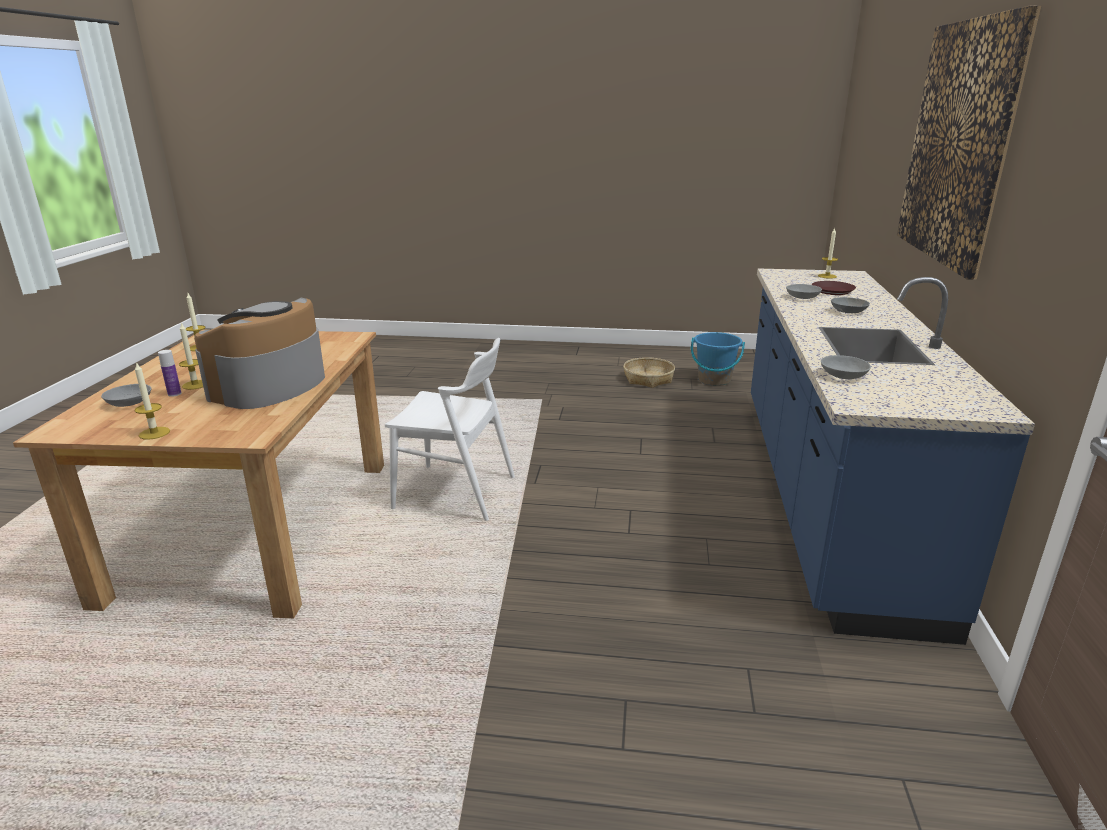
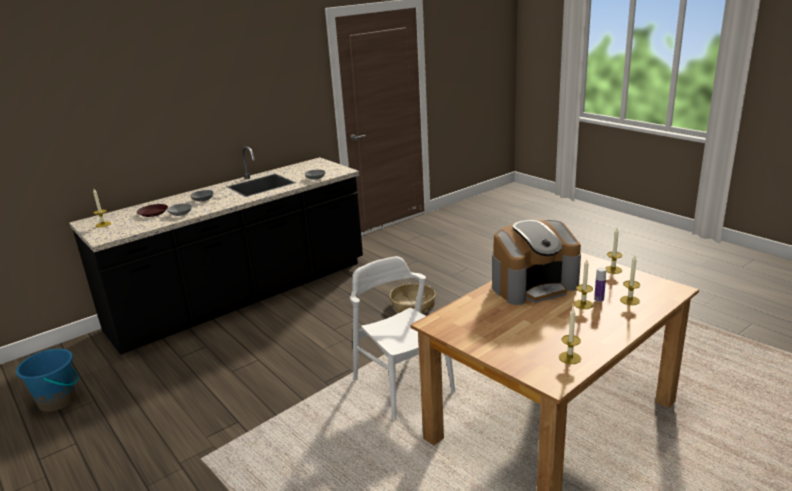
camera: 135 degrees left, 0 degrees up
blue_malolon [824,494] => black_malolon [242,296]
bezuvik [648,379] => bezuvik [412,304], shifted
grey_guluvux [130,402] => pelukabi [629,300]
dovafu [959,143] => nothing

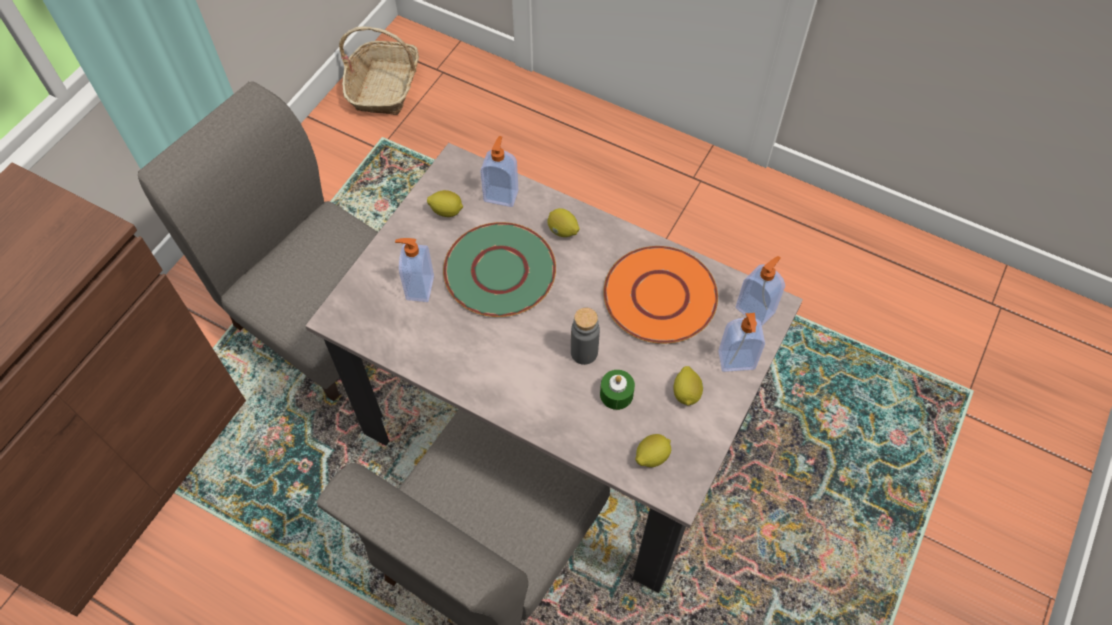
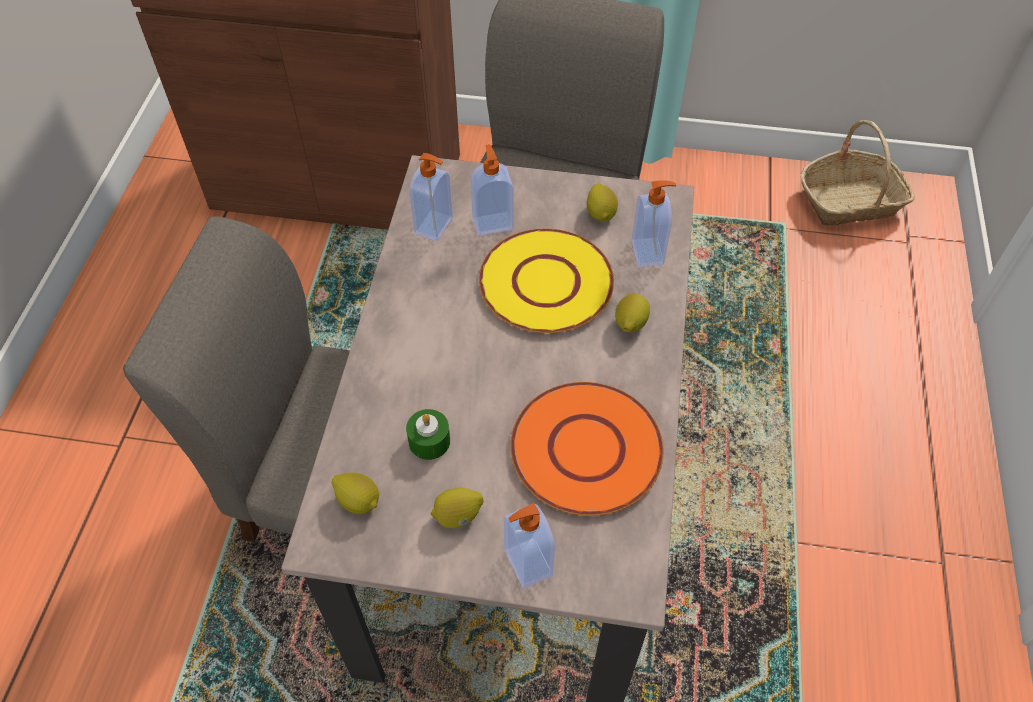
camera: 70 degrees right, 5 degrees down
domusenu [755,310] => domusenu [435,226], shifted
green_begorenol [500,271] => yellow_begorenol [545,283]
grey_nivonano [584,352] => nothing

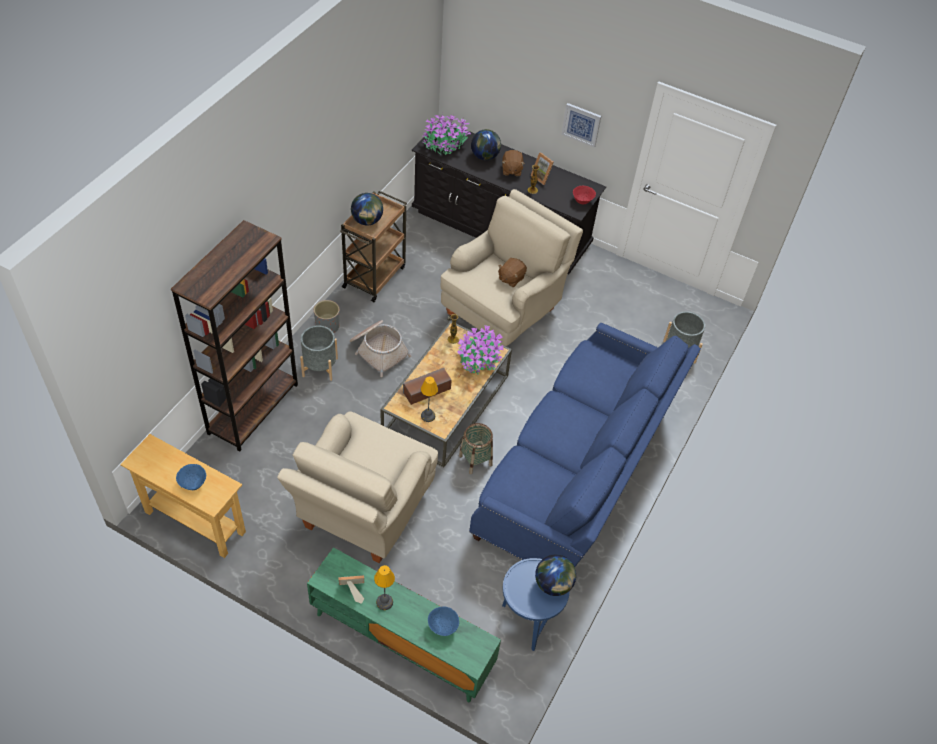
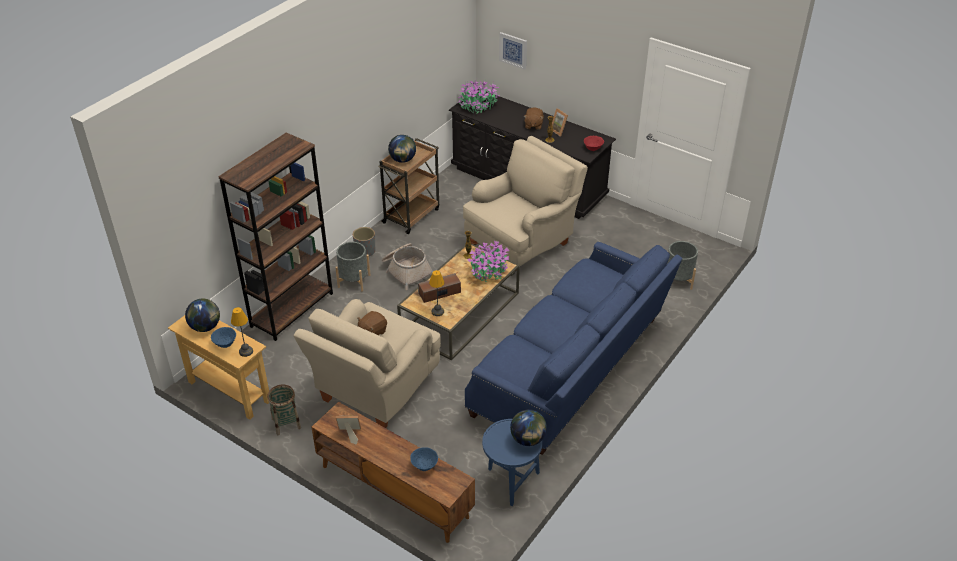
camera: 10 degrees right, 10 degrees down
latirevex [485,156] => latirevex [205,327], shifted
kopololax [385,602] => kopololax [246,351], shifted
bezuvik [475,460] => bezuvik [286,423], shifted
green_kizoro [401,641] => brown_kizoro [393,491]
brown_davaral [511,278] => brown_davaral [372,332], shifted
dovafu [581,124] => dovafu [513,50], shifted

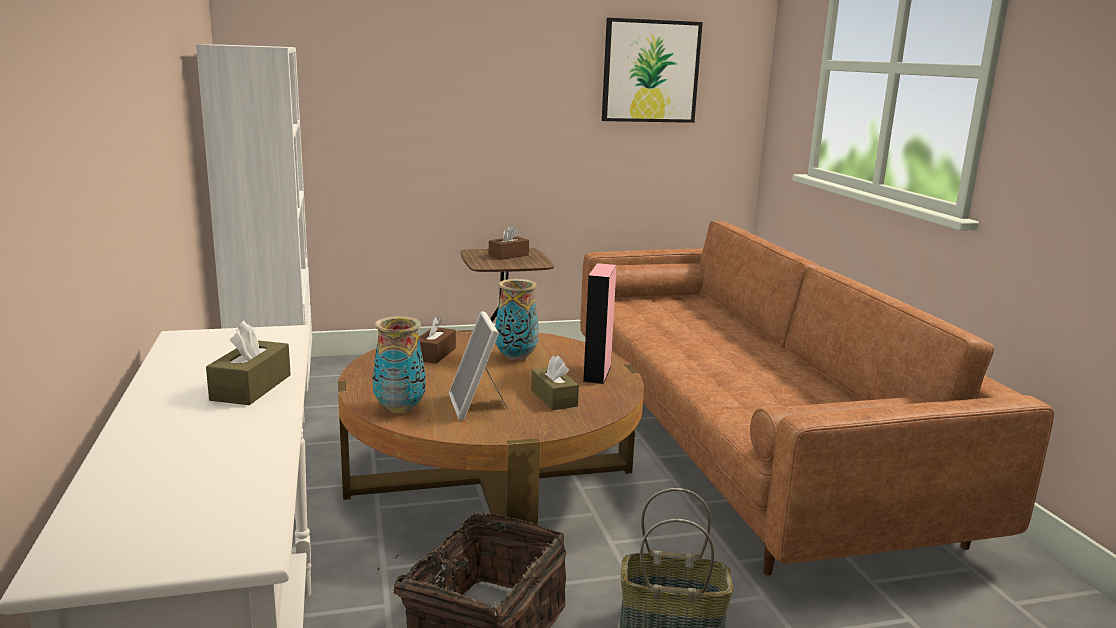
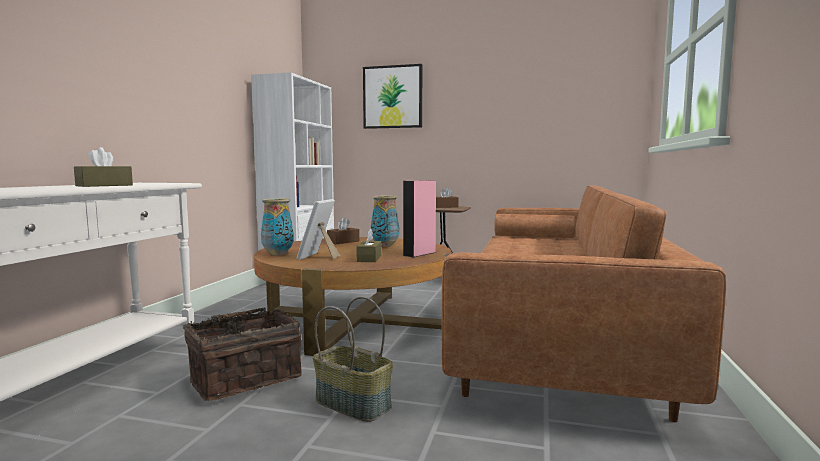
camera: 30 degrees right, 10 degrees down
dovafu [650,71] => dovafu [393,97], shifted

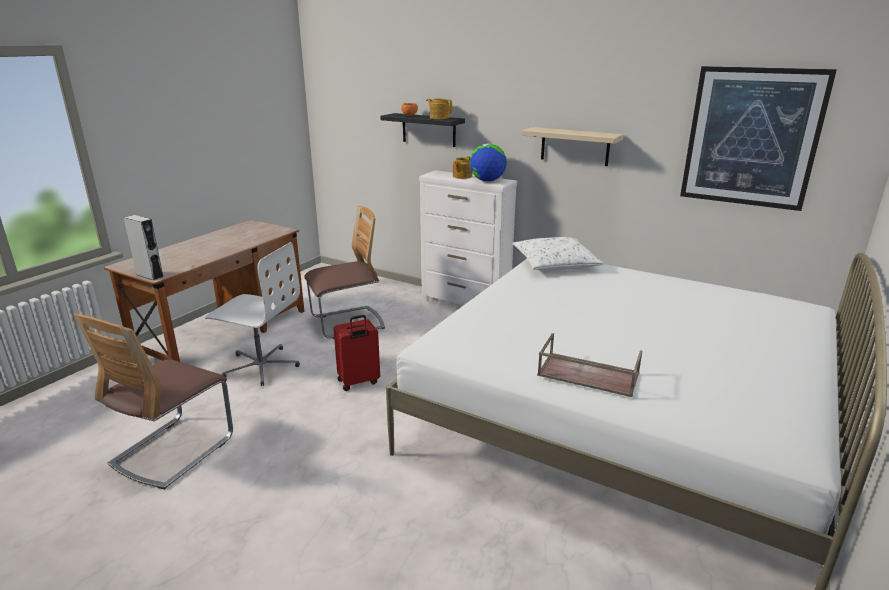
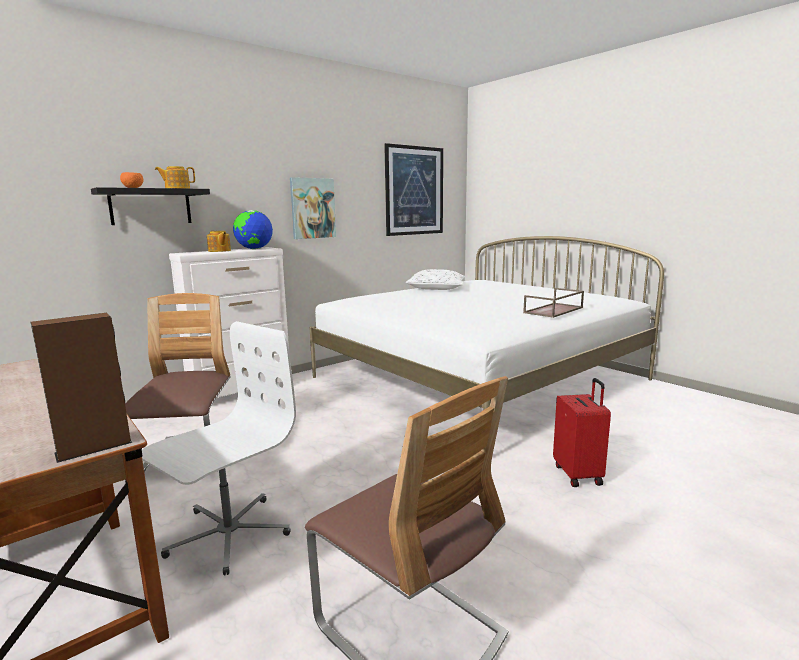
camera: 70 degrees left, 10 degrees down
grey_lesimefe [149,275] => brown_lesimefe [94,447]
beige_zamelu [575,146] => dovafu [312,208]
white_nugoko [555,263] => white_nugoko [436,288], shifted
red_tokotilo [358,382] => red_tokotilo [579,474], shifted

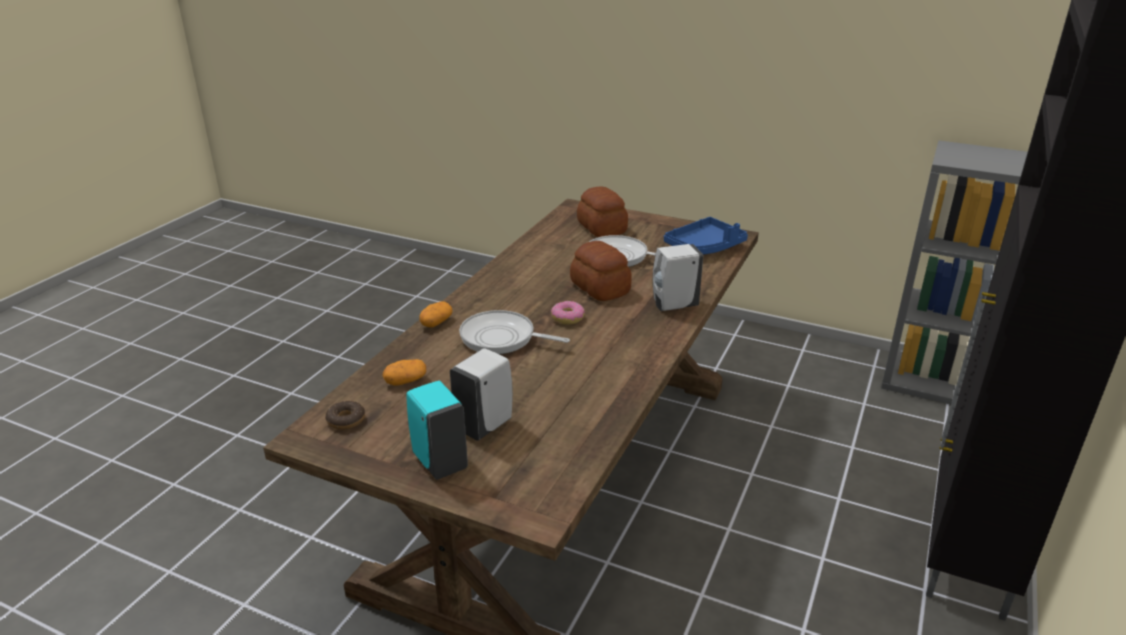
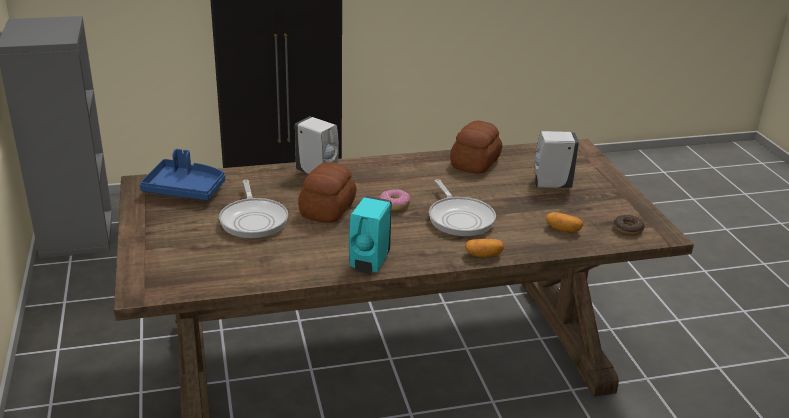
camera: 130 degrees left, 0 degrees up
turquoise_domusenu [439,461] => turquoise_domusenu [369,263], shifted
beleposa [602,227] => beleposa [474,163], shifted

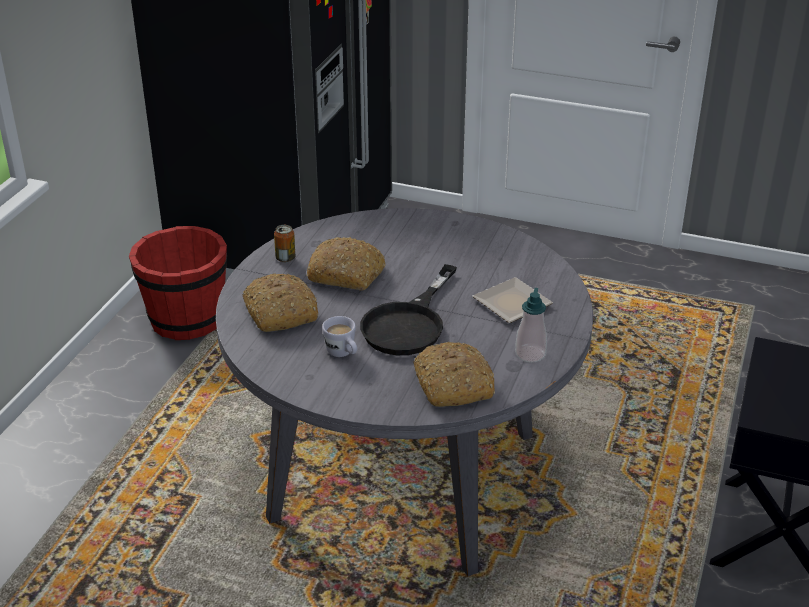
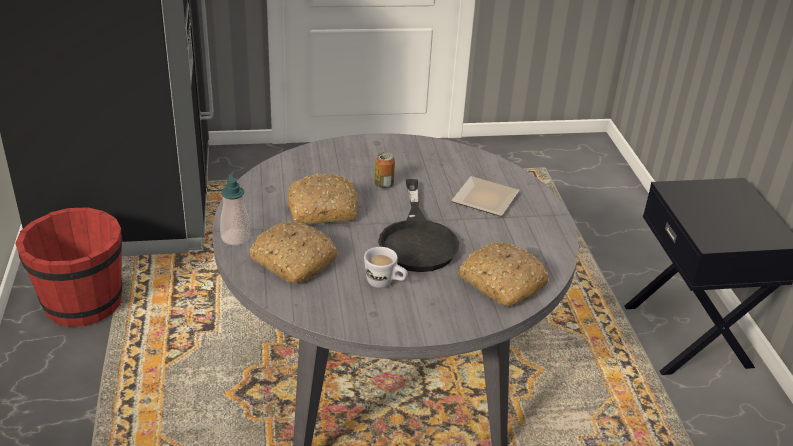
camera: 30 degrees left, 0 degrees up
domusenu [530,354] => domusenu [235,238], shifted
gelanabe [285,258] => gelanabe [384,184], shifted

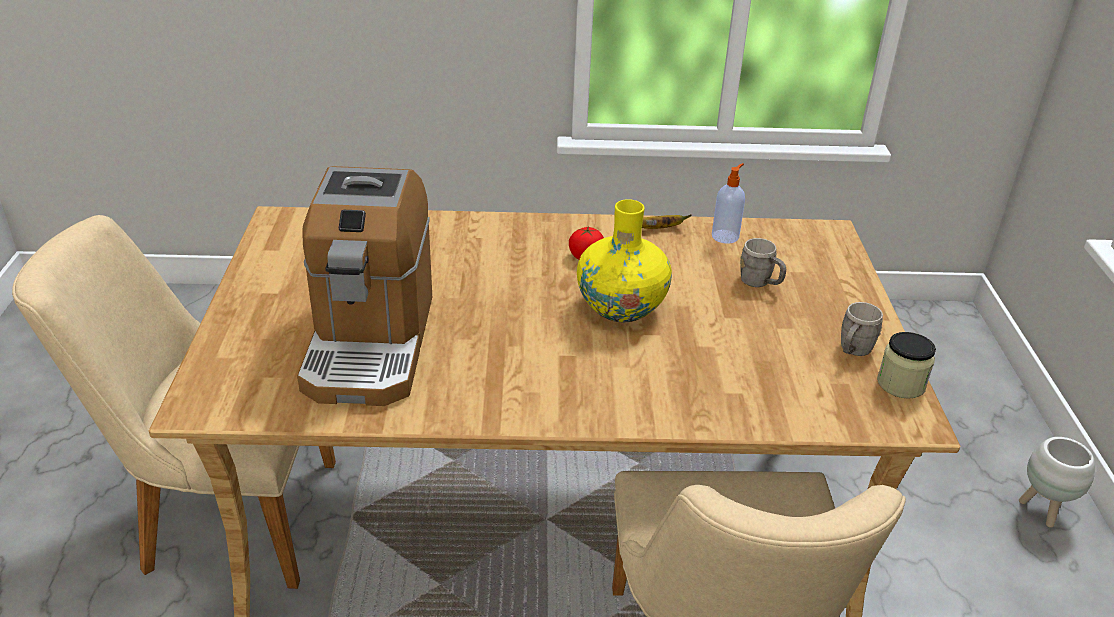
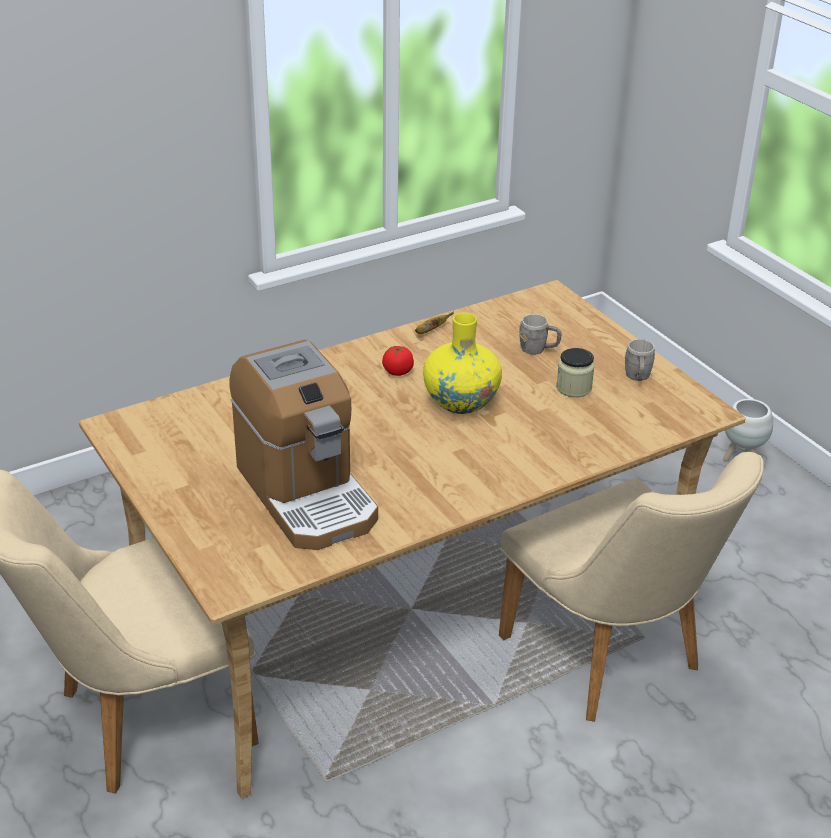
camera: 30 degrees left, 0 degrees up
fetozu [901,384] => fetozu [574,388], shifted
domusenu [725,236] => nothing

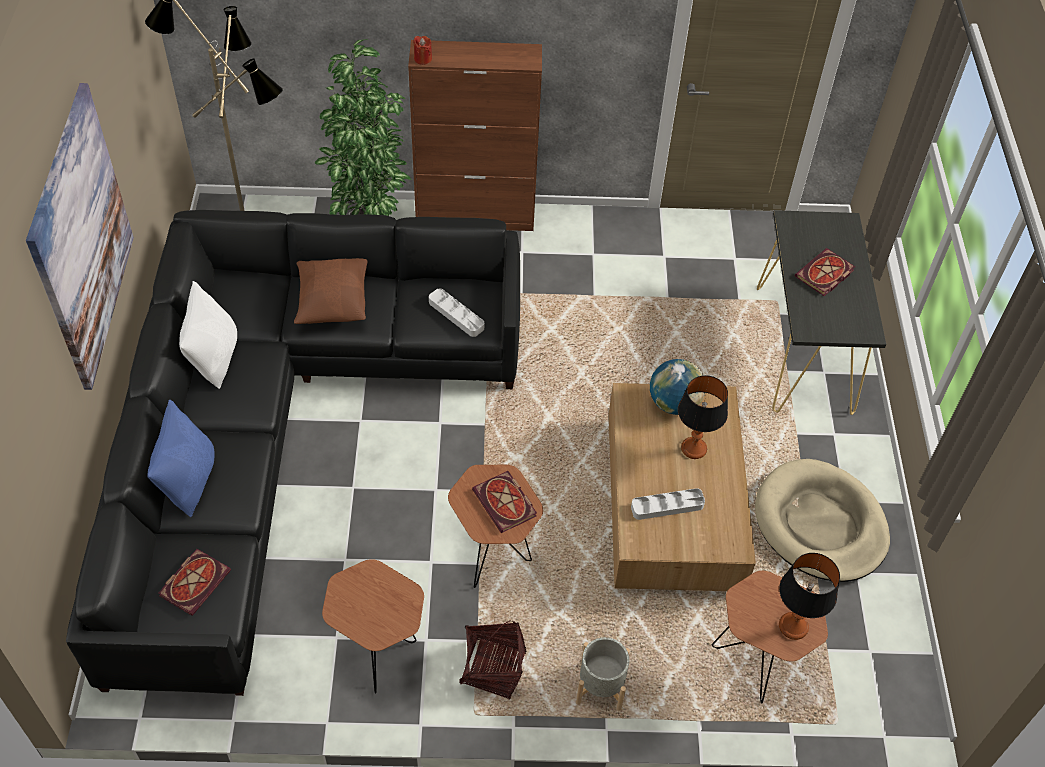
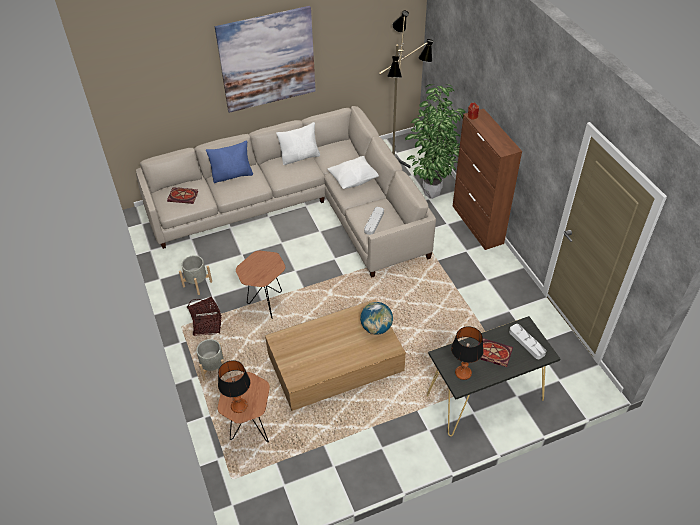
camera: 70 degrees right, 5 degrees down
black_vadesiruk [280,427] => beige_vadesiruk [301,207]
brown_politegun [380,657] => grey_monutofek [197,284]
brown_nugoko [333,303] => white_nugoko [353,180]
kopololax [694,448] => kopololax [463,373], shifted
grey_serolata [667,506] => grey_serolata [526,343], shifted
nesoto [506,504] => nothing
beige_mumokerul [820,524] => nothing

